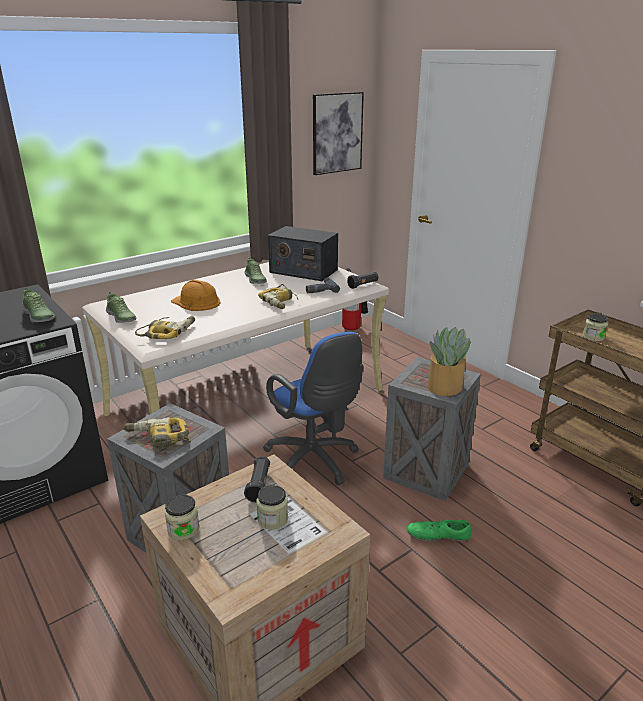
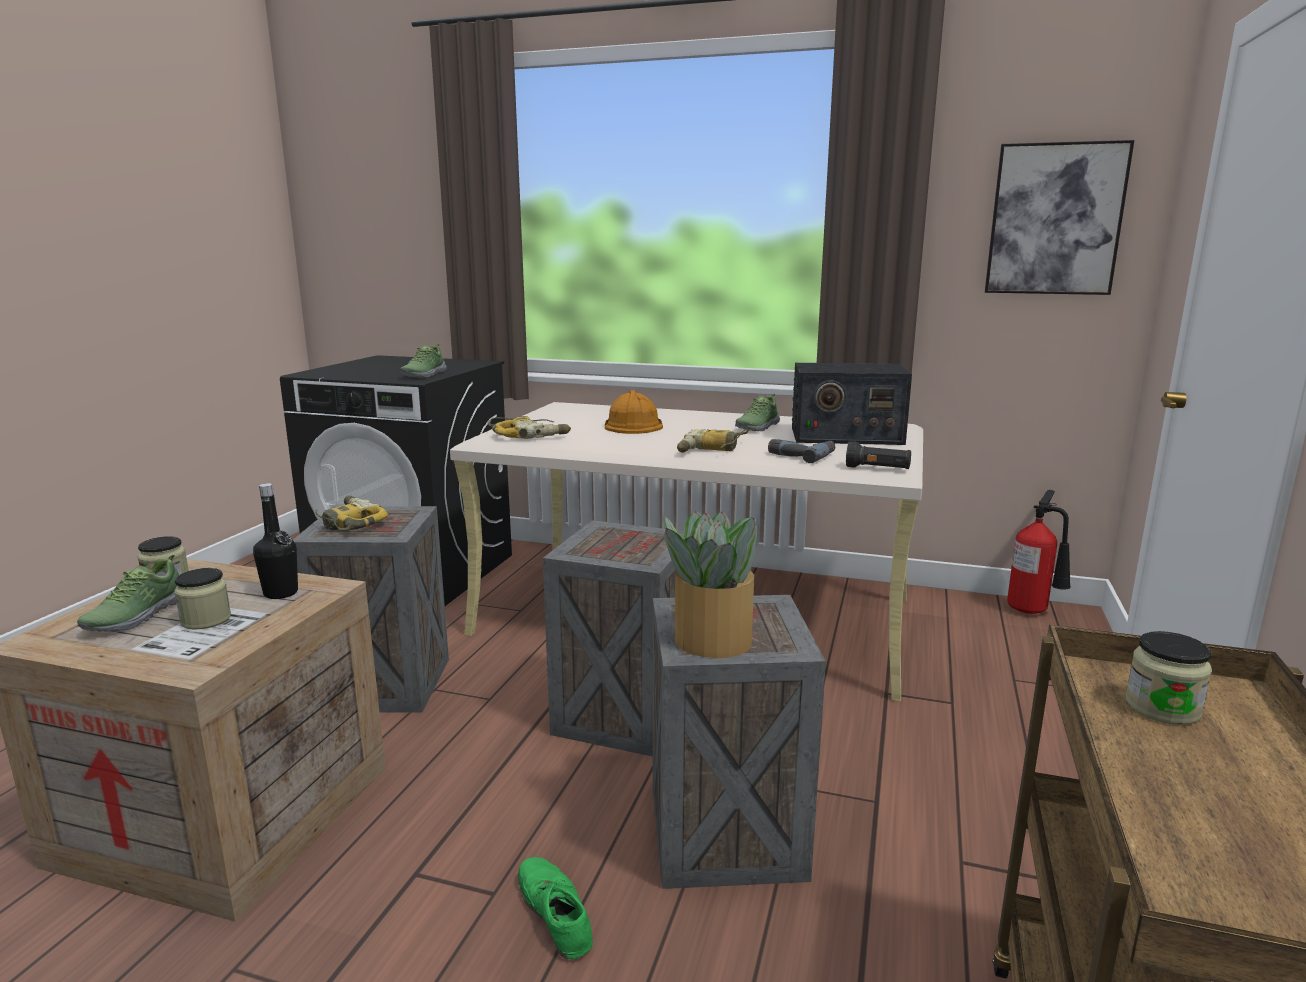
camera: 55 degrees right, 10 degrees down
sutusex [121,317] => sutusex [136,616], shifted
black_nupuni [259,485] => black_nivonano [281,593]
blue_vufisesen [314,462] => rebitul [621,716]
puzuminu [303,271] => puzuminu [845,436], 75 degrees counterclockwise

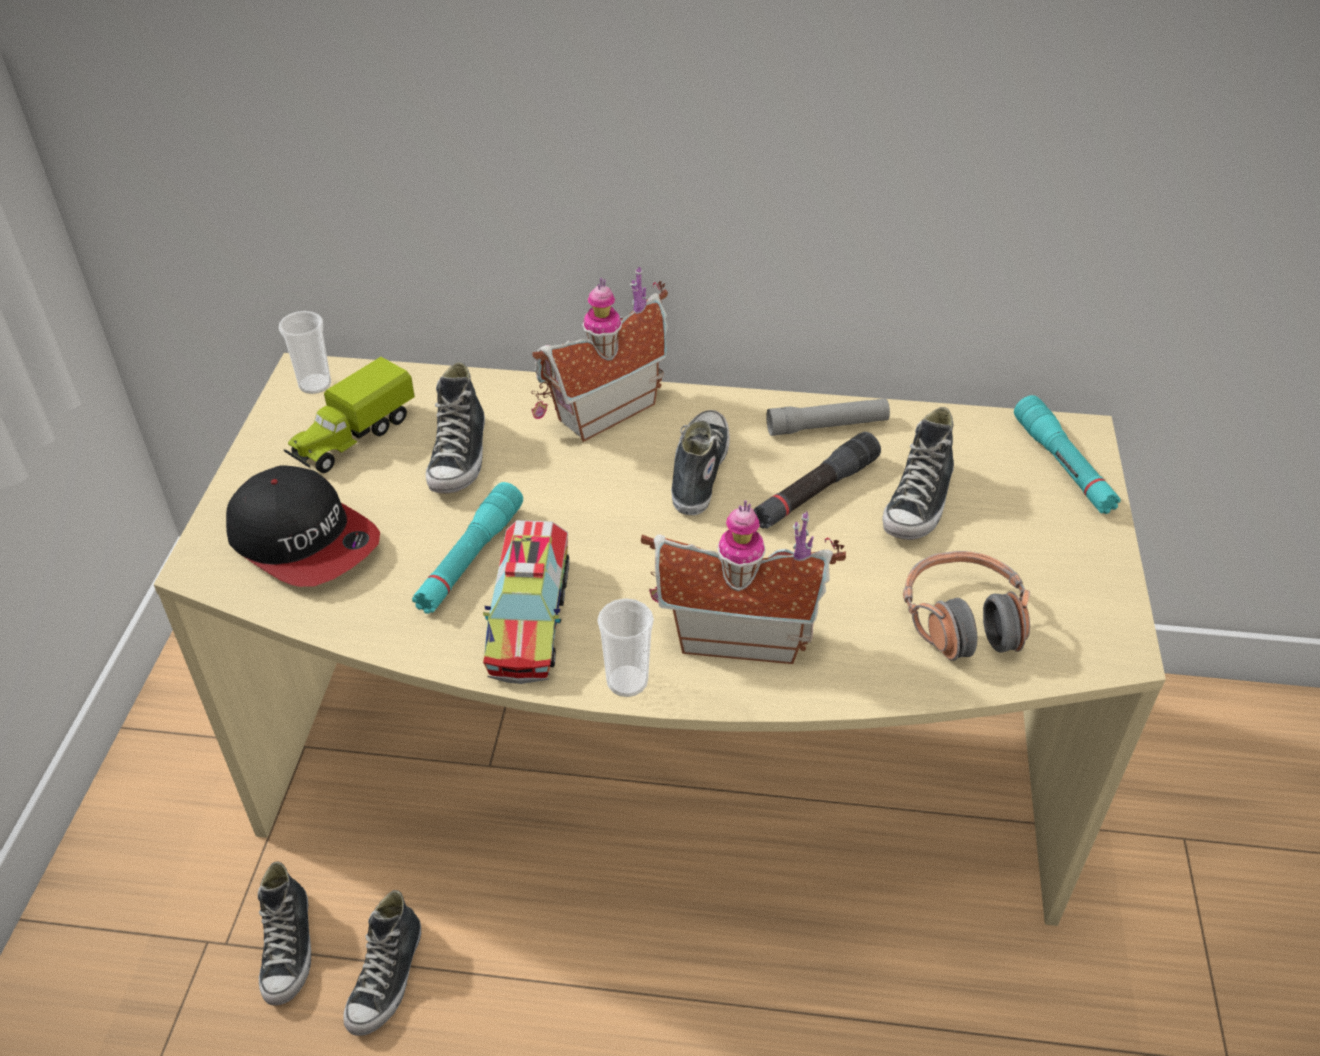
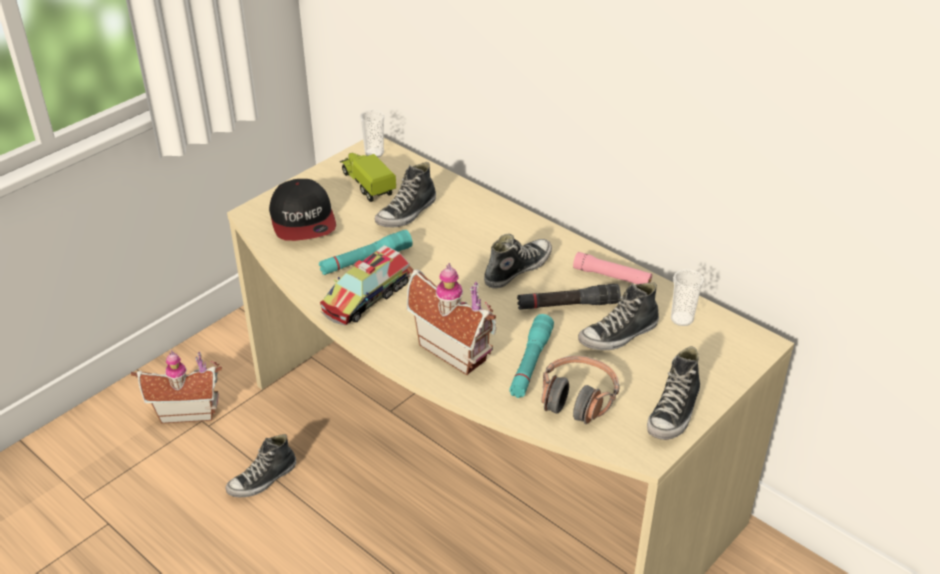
camera: 35 degrees right, 5 degrees down
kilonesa [599,409] => kilonesa [187,410], shifted
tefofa [352,438] => tefofa [367,184], 75 degrees clockwise
turquoise_nupuni [1063,465] => turquoise_nupuni [530,363], shifted
grey_nupuni [827,426] => pink_nupuni [612,277]
sutusex [289,948] => sutusex [674,413], shifted
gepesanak [627,681] => gepesanak [682,319], shifted

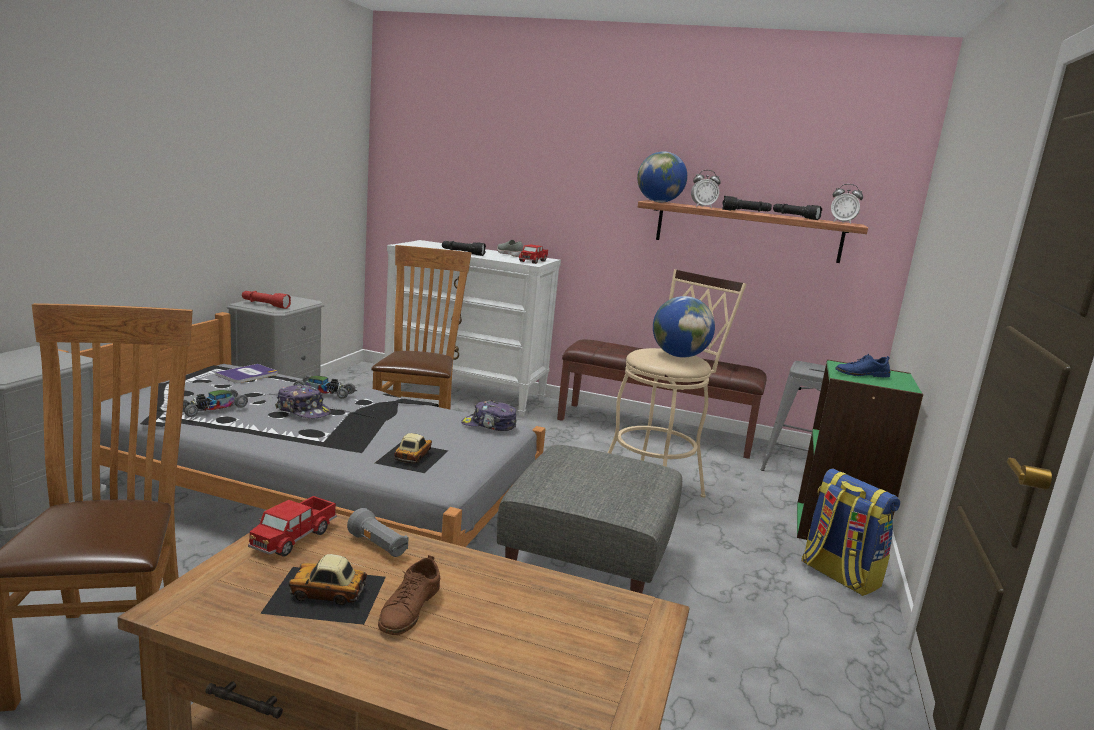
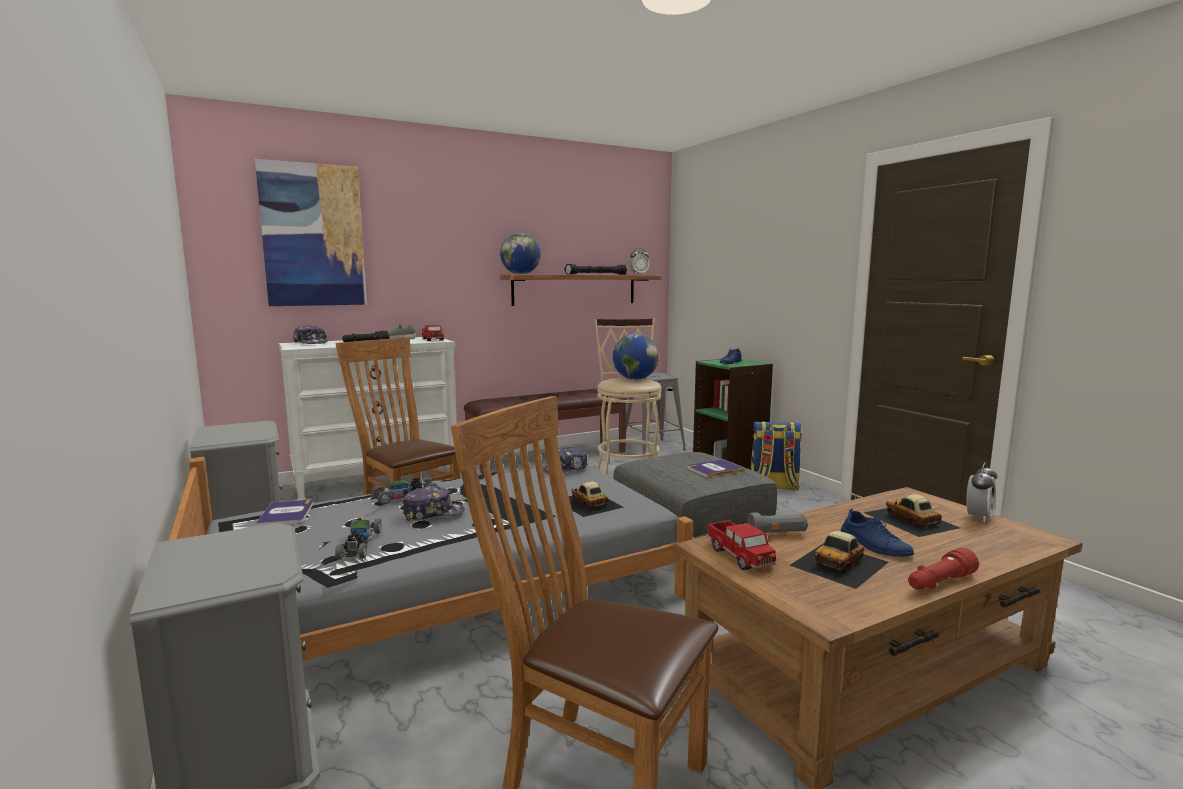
camera: 45 degrees left, 5 degrees down
nothing => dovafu [313,236]
nothing => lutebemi [311,343]
nothing => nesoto [715,469]
brown_sutusex [409,609] => blue_sutusex [874,545]
nothing => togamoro [910,520]
red_nupuni [265,305] => red_nupuni [939,583], shifted
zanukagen [702,207] => zanukagen [978,517], shifted

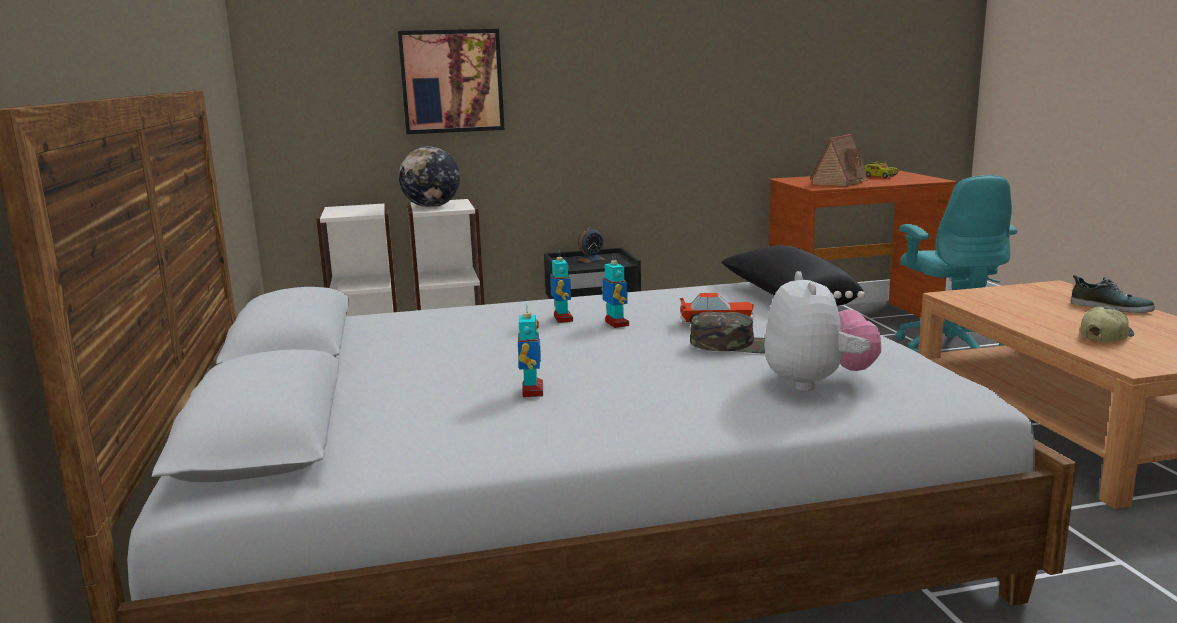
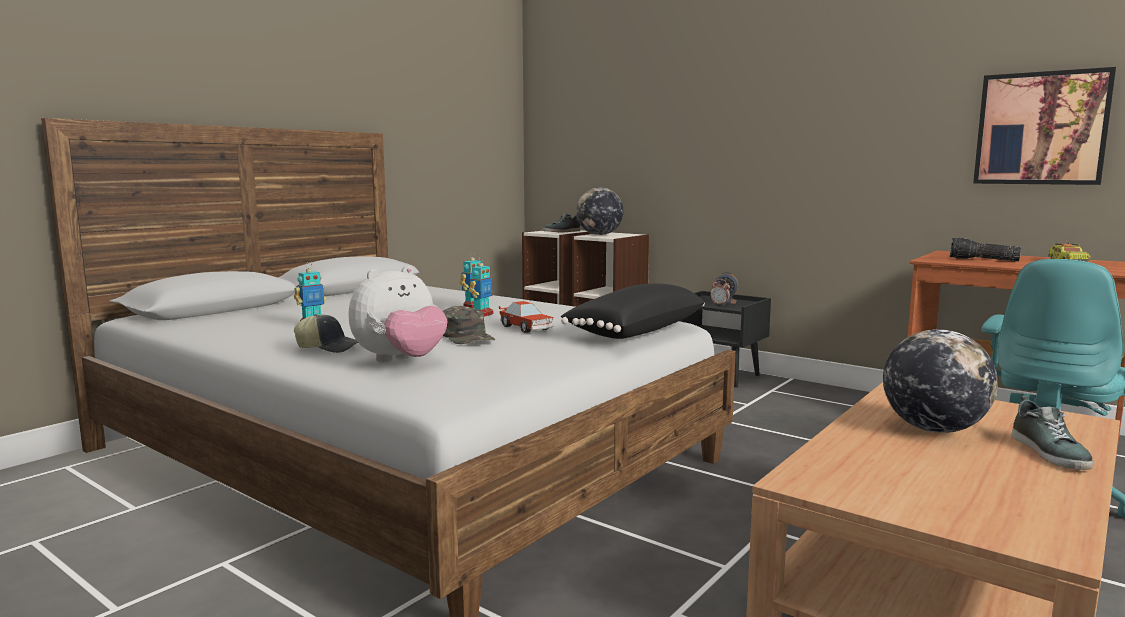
camera: 50 degrees right, 5 degrees down
lutebemi [1104,336] => lutebemi [329,348], shifted
nothing => sutusex [562,231]
nothing => zanukagen [719,305]
nothing => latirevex [933,429]
kilonesa [840,182] => nupuni [982,260]
dovafu [452,81] => dovafu [1041,128], shifted

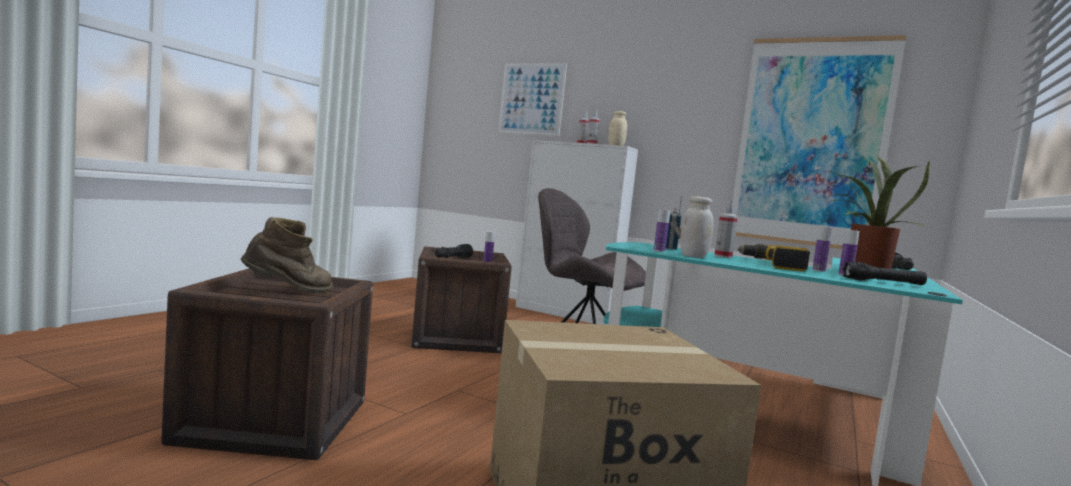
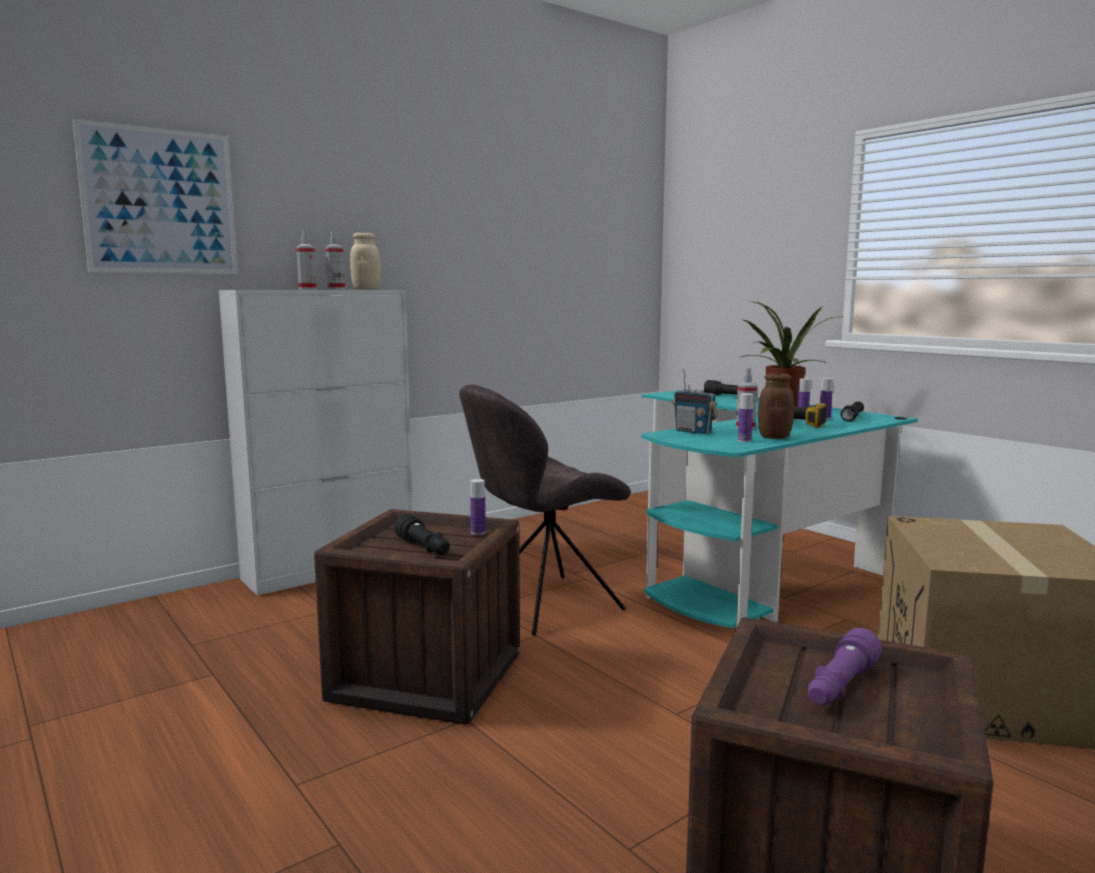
camera: 65 degrees left, 5 degrees up
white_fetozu [693,256] => brown_fetozu [774,437]
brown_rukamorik [289,292] => purple_nupuni [840,687]
dovafu [810,142] => nothing

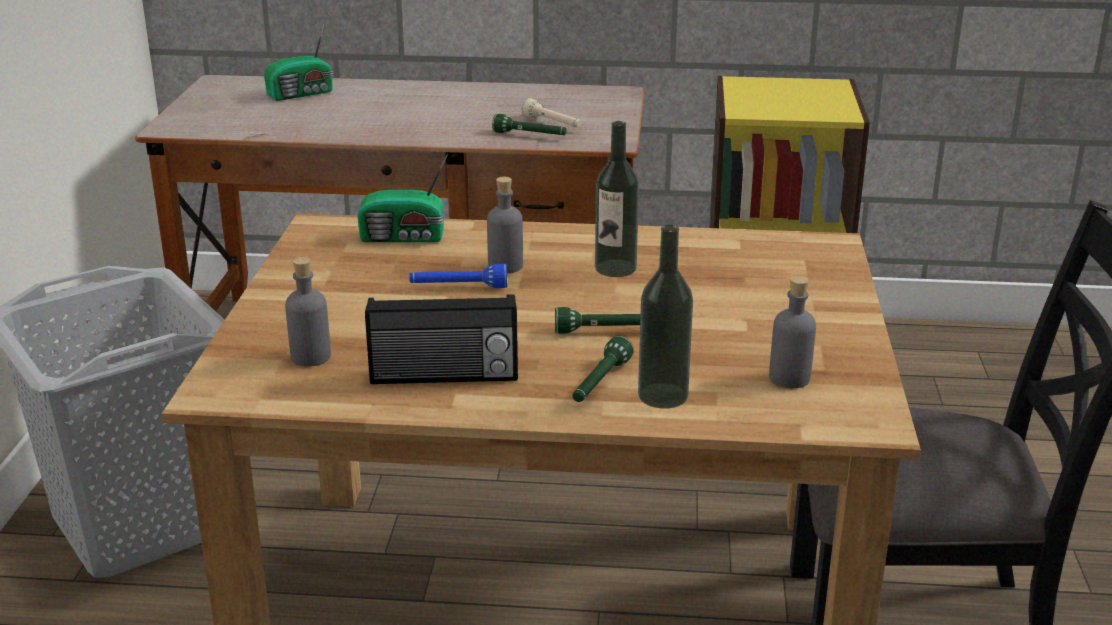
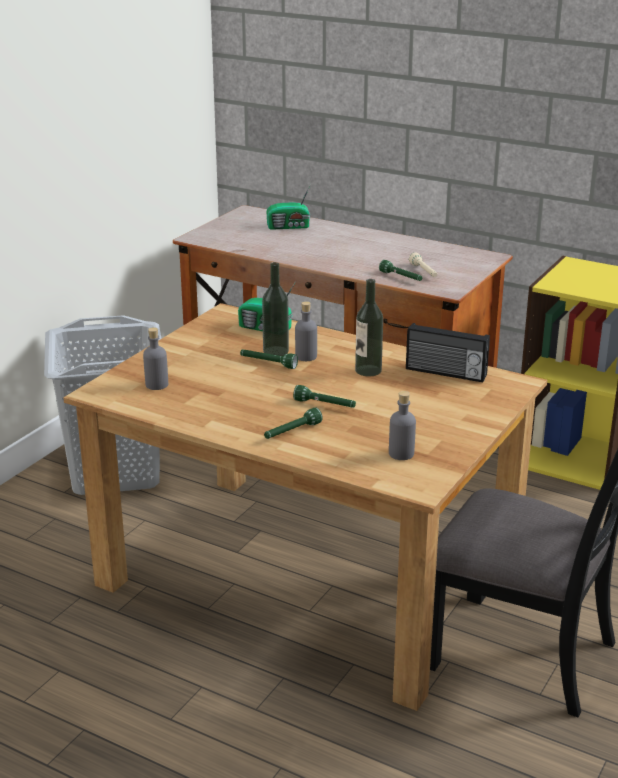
camera: 25 degrees right, 0 degrees up
blue_nupuni [458,287] => green_nupuni [268,363]
nivonano [662,396] => nivonano [276,351], shifted
puzuminu [444,377] => puzuminu [445,373], shifted

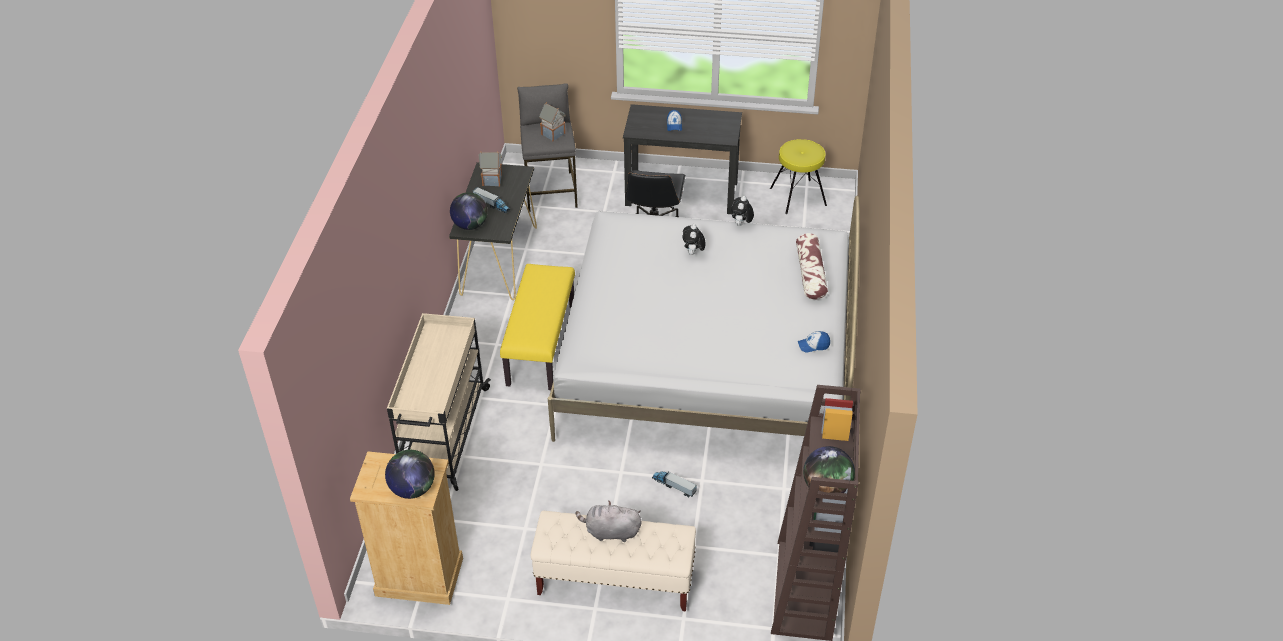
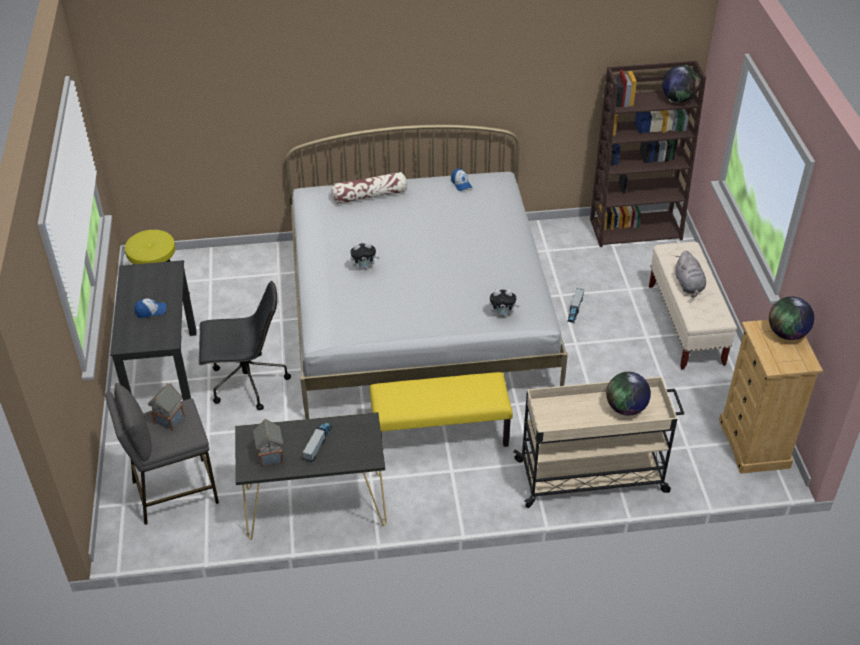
camera: 105 degrees left, 0 degrees up
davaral [741,224] => davaral [502,314], shifted
latirevex [470,225] => latirevex [626,408], shifted

